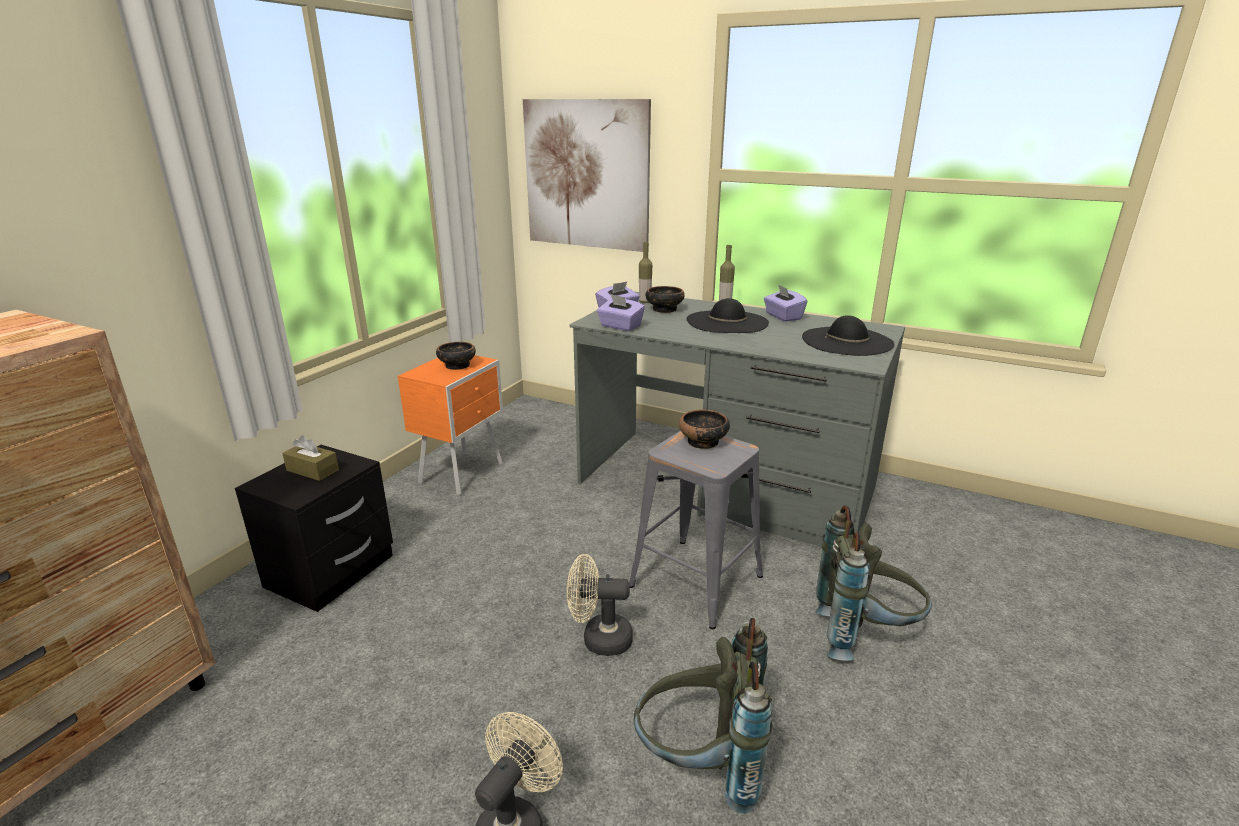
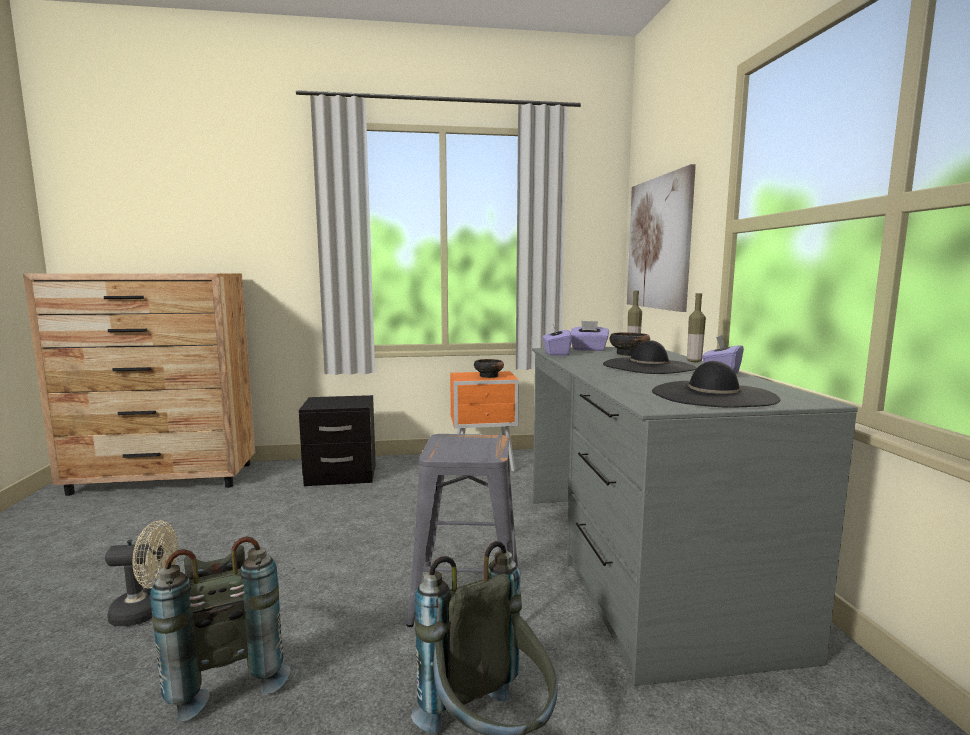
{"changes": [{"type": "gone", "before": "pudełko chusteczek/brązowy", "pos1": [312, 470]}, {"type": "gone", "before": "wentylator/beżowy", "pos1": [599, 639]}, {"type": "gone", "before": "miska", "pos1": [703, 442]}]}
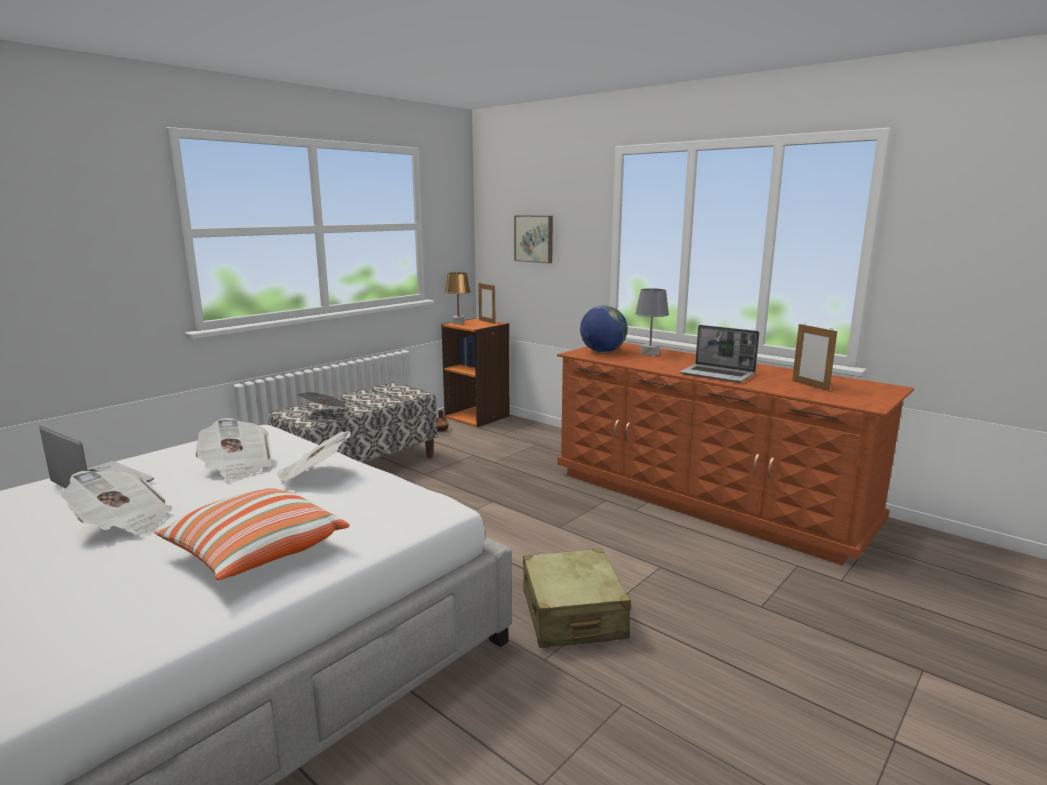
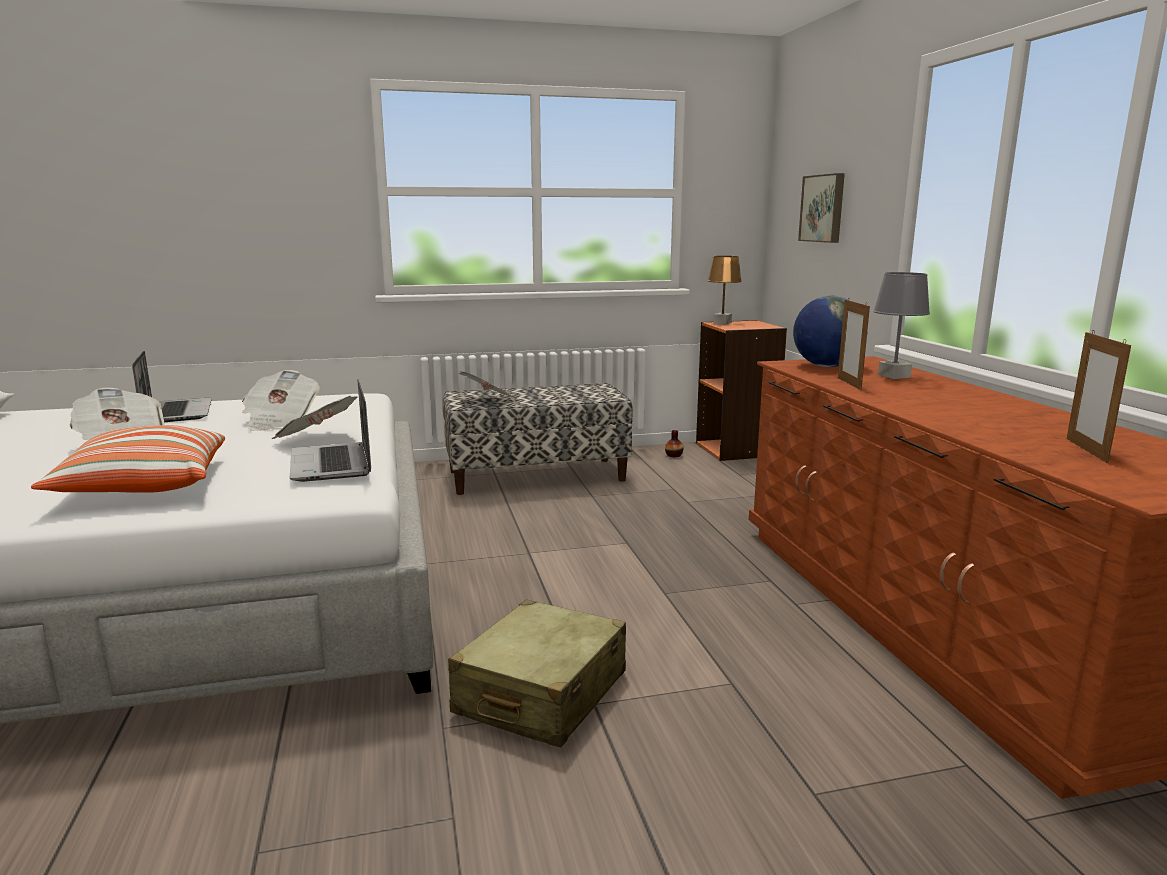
{"changes": [{"type": "shifted", "before": "laptop", "pos1": [718, 375], "pos2": [332, 464]}, {"type": "shifted", "before": "ramka na zdjęcie", "pos1": [487, 322], "pos2": [849, 383]}]}
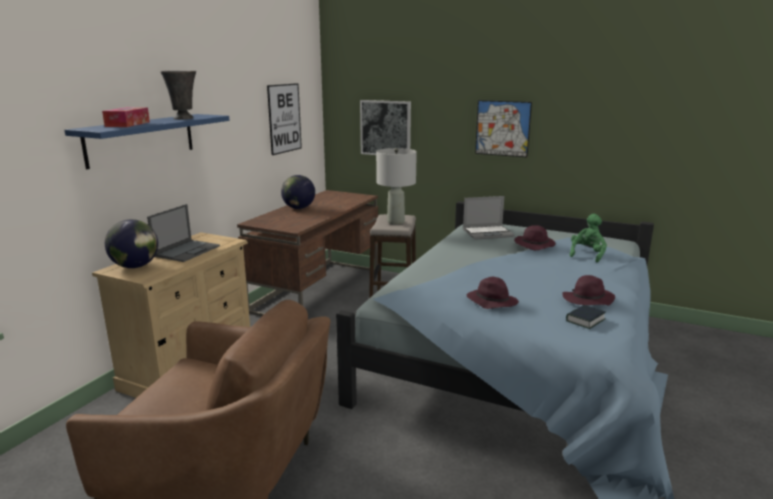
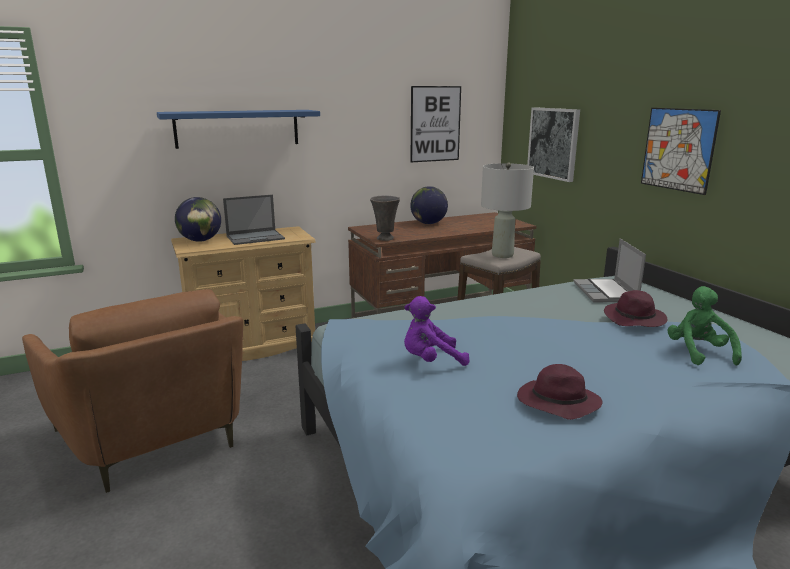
{"changes": [{"type": "shifted", "before": "wazon/szary", "pos1": [184, 118], "pos2": [385, 239]}, {"type": "swapped", "before": "kapelusz/fioletowy", "after": "pluszak/fioletowy", "pos1": [491, 301], "pos2": [431, 361]}, {"type": "rotated", "before": "laptop", "pos1": [488, 233], "pos2": [606, 292], "turn": 60}, {"type": "rotated", "before": "pluszak/zielony", "pos1": [587, 254], "pos2": [698, 353], "turn": -75}, {"type": "gone", "before": "pudełko chusteczek", "pos1": [128, 124]}, {"type": "gone", "before": "książka", "pos1": [585, 320]}]}
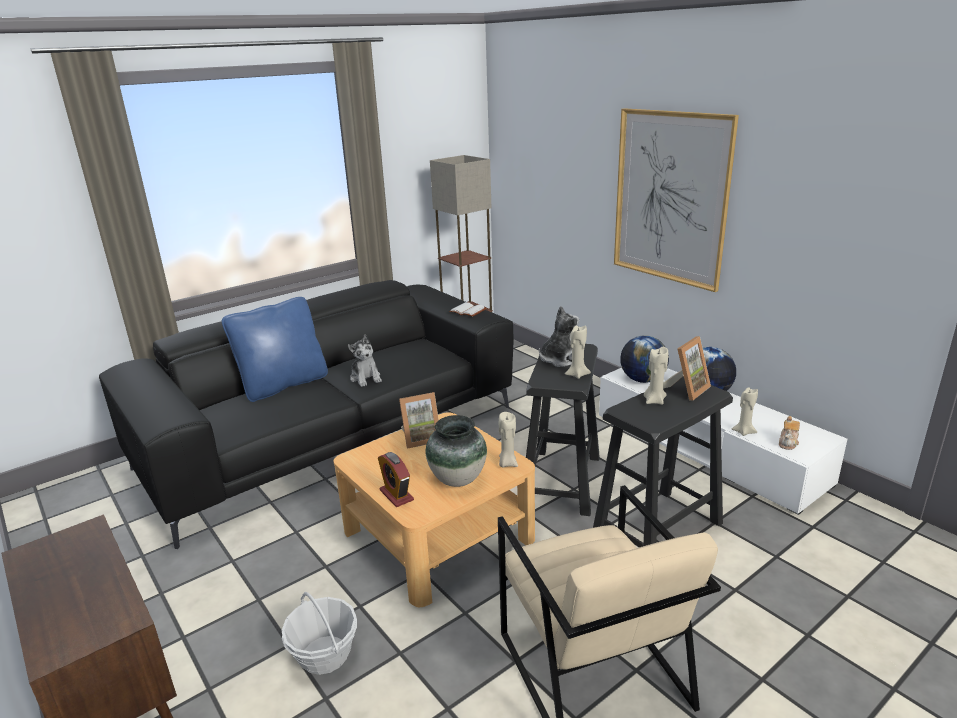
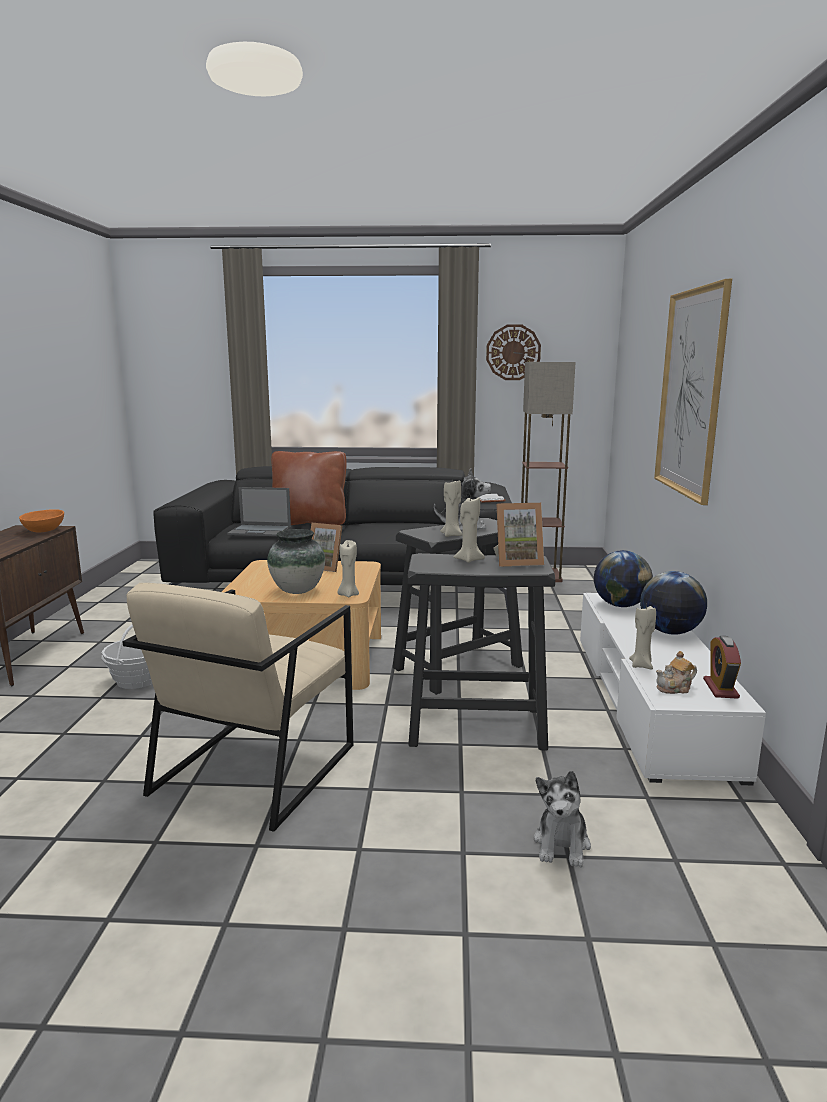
{"changes": [{"type": "new", "after": "miska/pomarańczowy", "pos2": [44, 530]}, {"type": "new", "after": "laptop", "pos2": [260, 531]}, {"type": "repainted", "before": "poduszka/niebieski", "after": "poduszka/brązowy", "pos1": [283, 384], "pos2": [309, 522]}, {"type": "new", "after": "zegar ścienny", "pos2": [513, 352]}, {"type": "shifted", "before": "pluszak", "pos1": [366, 378], "pos2": [562, 844]}, {"type": "shifted", "before": "budzik", "pos1": [396, 495], "pos2": [720, 688]}]}
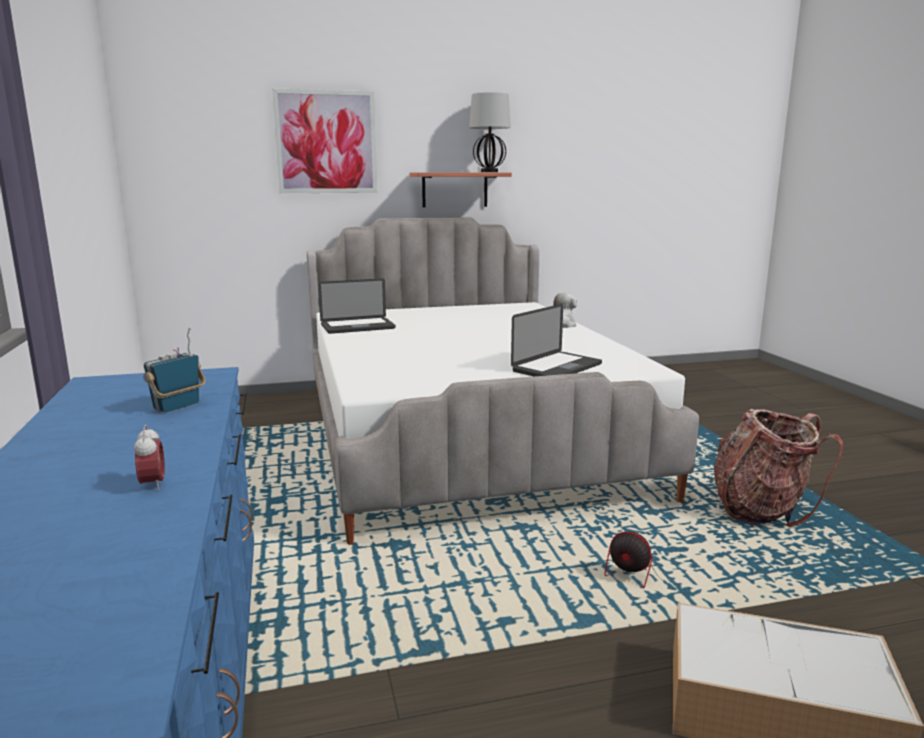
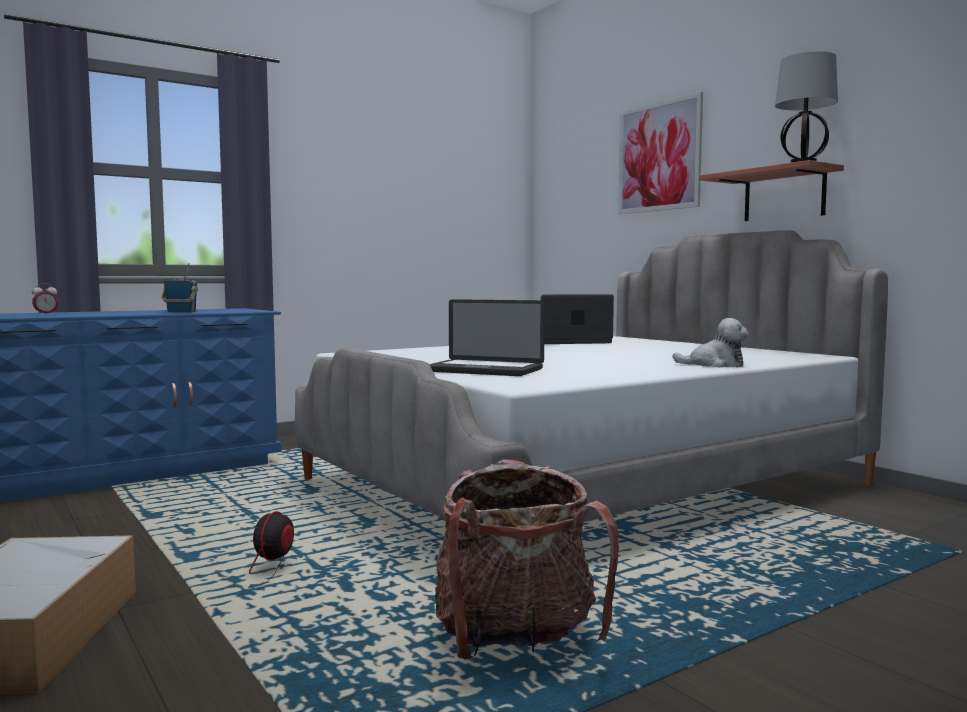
{"changes": [{"type": "rotated", "before": "laptop", "pos1": [357, 327], "pos2": [570, 342], "turn": 120}]}
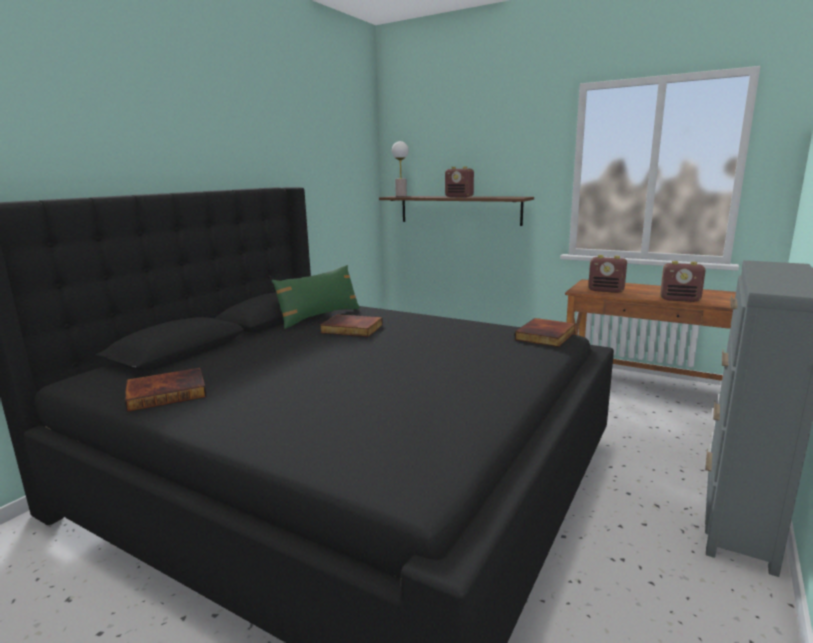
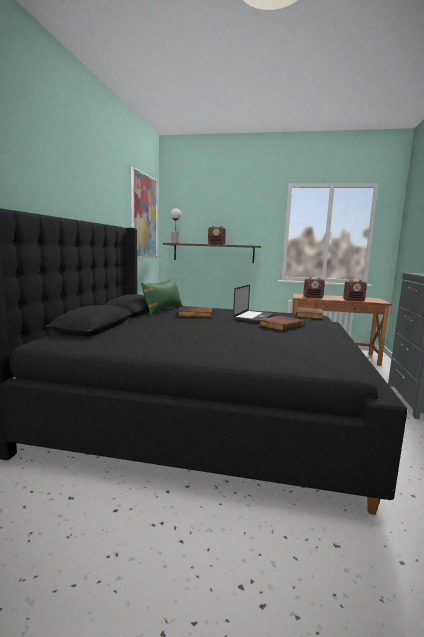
{"changes": [{"type": "new", "after": "obraz", "pos2": [144, 216]}, {"type": "new", "after": "laptop", "pos2": [254, 317]}, {"type": "shifted", "before": "książka", "pos1": [167, 392], "pos2": [281, 325]}]}
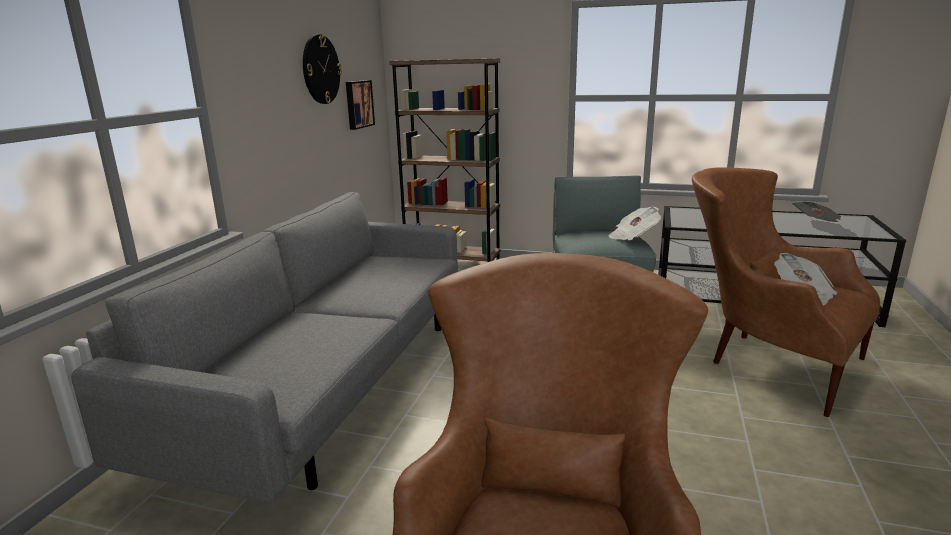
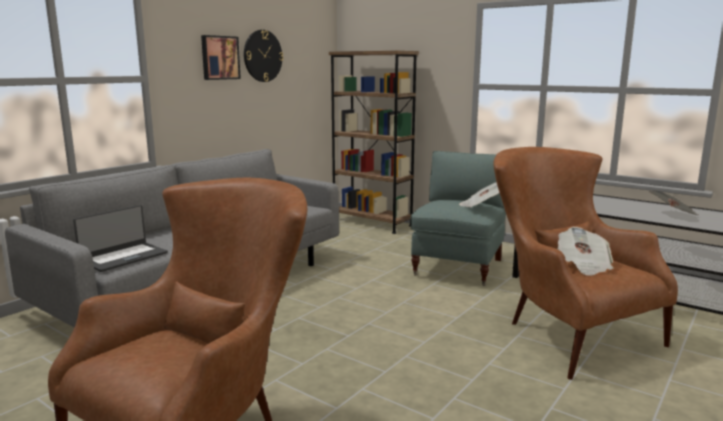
{"changes": [{"type": "new", "after": "laptop", "pos2": [123, 257]}, {"type": "shifted", "before": "obraz", "pos1": [358, 104], "pos2": [219, 57]}]}
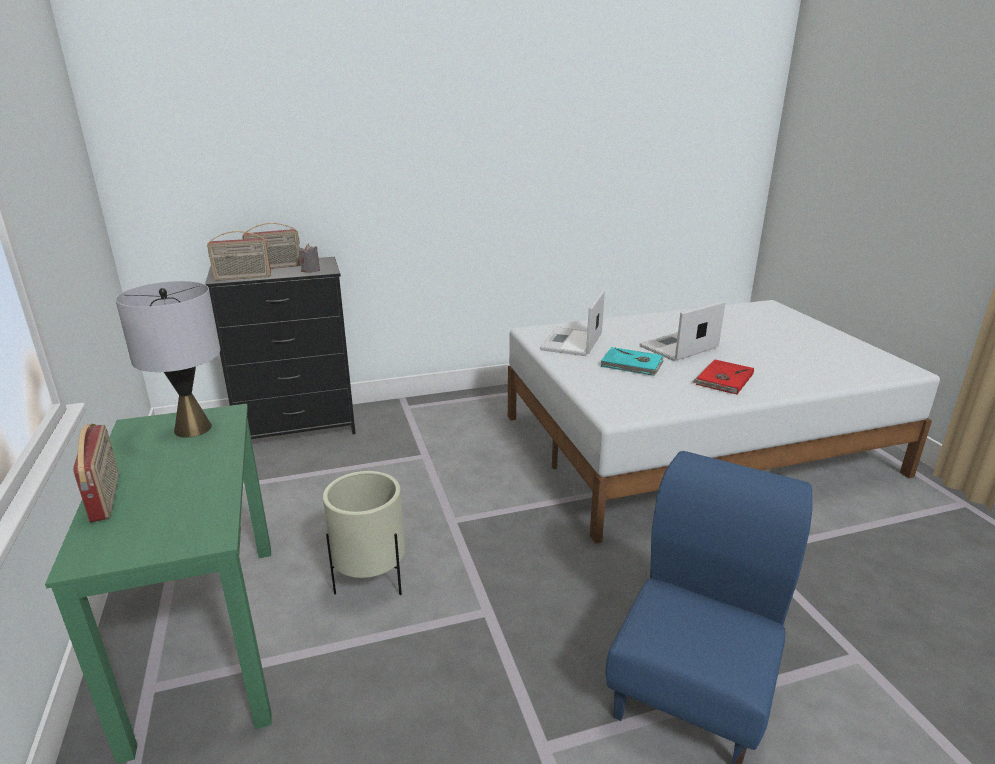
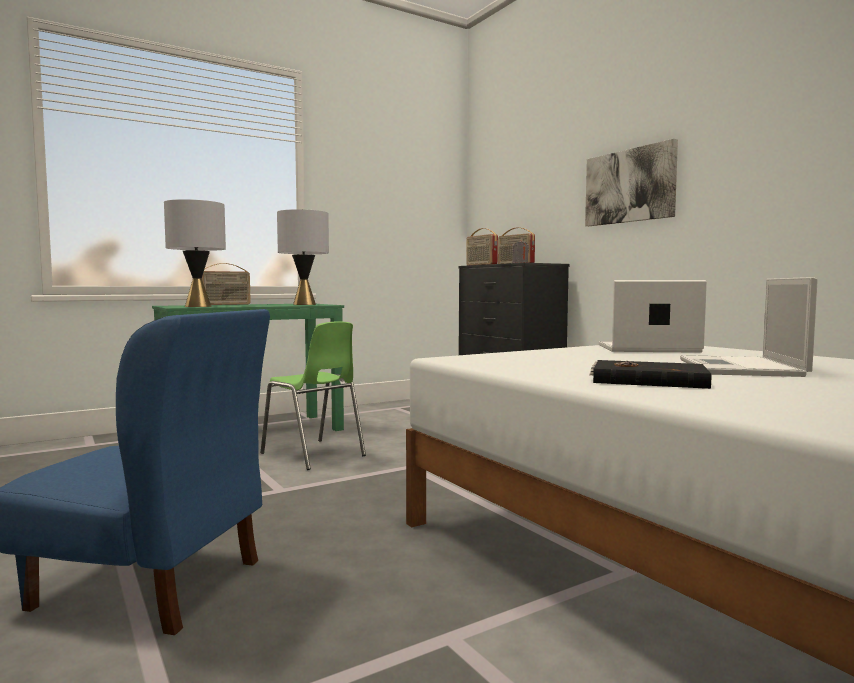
{"changes": [{"type": "new", "after": "lampa stołowa/szary", "pos2": [197, 306]}, {"type": "swapped", "before": "donica/beżowy", "after": "krzesło/zielony", "pos1": [371, 581], "pos2": [314, 455]}, {"type": "new", "after": "obraz", "pos2": [630, 186]}, {"type": "repainted", "before": "książka/czerwony", "after": "książka/czarny", "pos1": [723, 379], "pos2": [647, 379]}, {"type": "rotated", "before": "laptop", "pos1": [678, 348], "pos2": [741, 368], "turn": -120}, {"type": "gone", "before": "książka/turkusowy", "pos1": [632, 364]}]}
